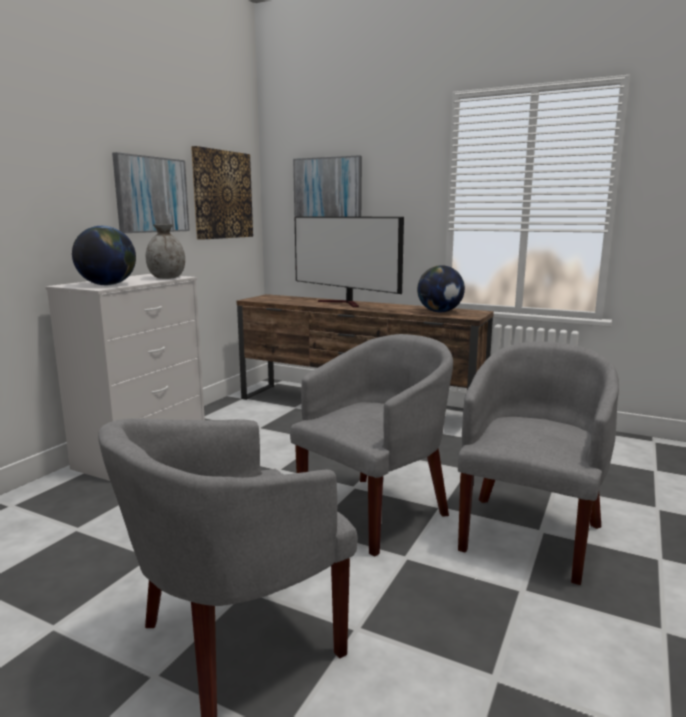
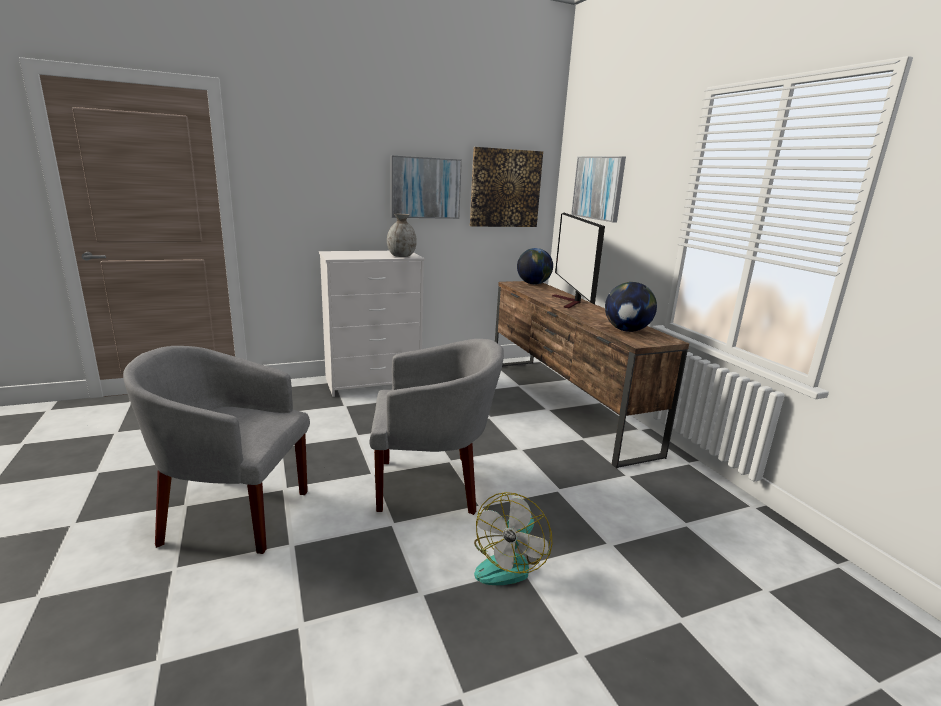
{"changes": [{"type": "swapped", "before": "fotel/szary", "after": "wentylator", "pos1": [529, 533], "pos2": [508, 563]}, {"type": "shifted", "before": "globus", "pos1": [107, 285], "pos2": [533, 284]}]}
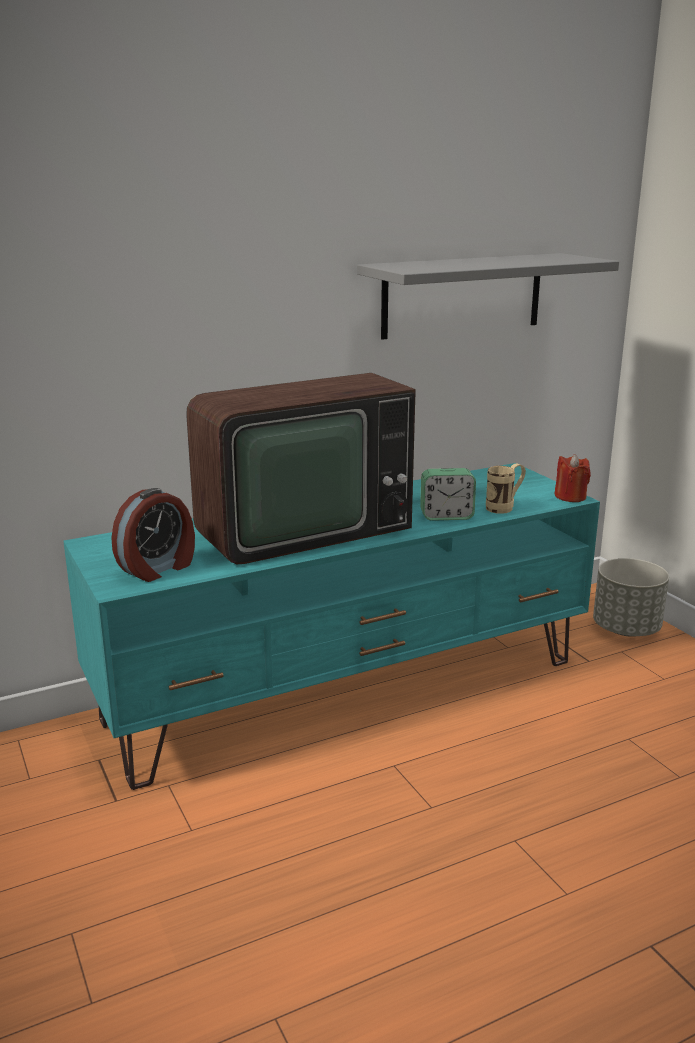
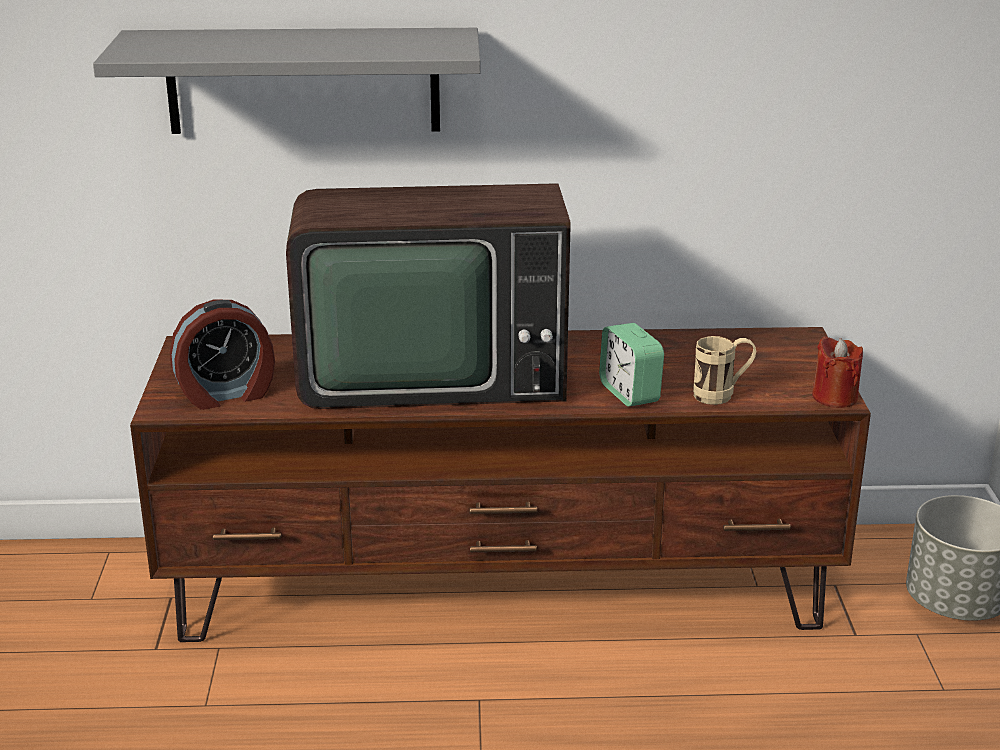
{"changes": [{"type": "shifted", "before": "półka/szary", "pos1": [462, 295], "pos2": [303, 80]}, {"type": "repainted", "before": "szafka pod telewizor/turkusowy", "after": "szafka pod telewizor/brązowy", "pos1": [348, 689], "pos2": [502, 588]}, {"type": "rotated", "before": "budzik", "pos1": [446, 516], "pos2": [629, 393], "turn": 45}]}
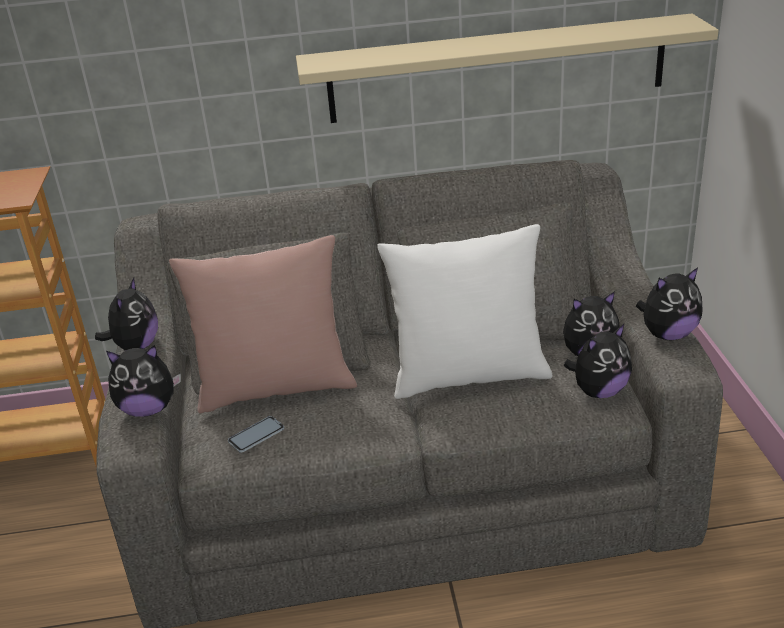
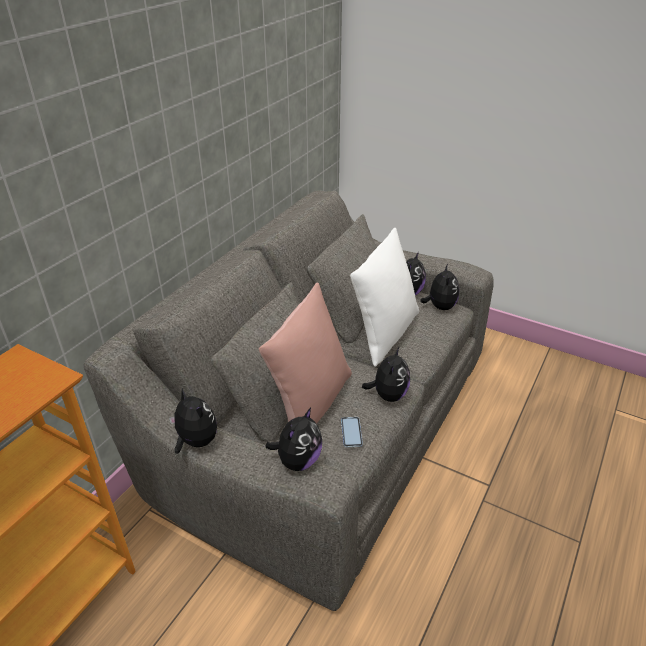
{"changes": [{"type": "shifted", "before": "pluszak", "pos1": [667, 334], "pos2": [388, 395]}, {"type": "gone", "before": "półka/beżowy", "pos1": [497, 69]}]}
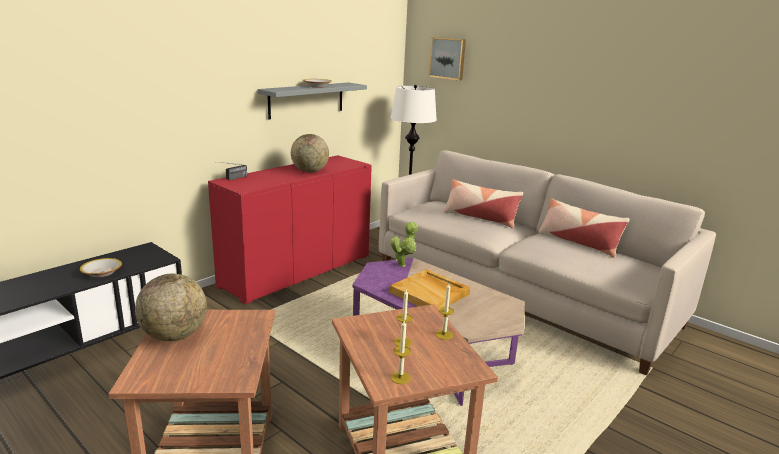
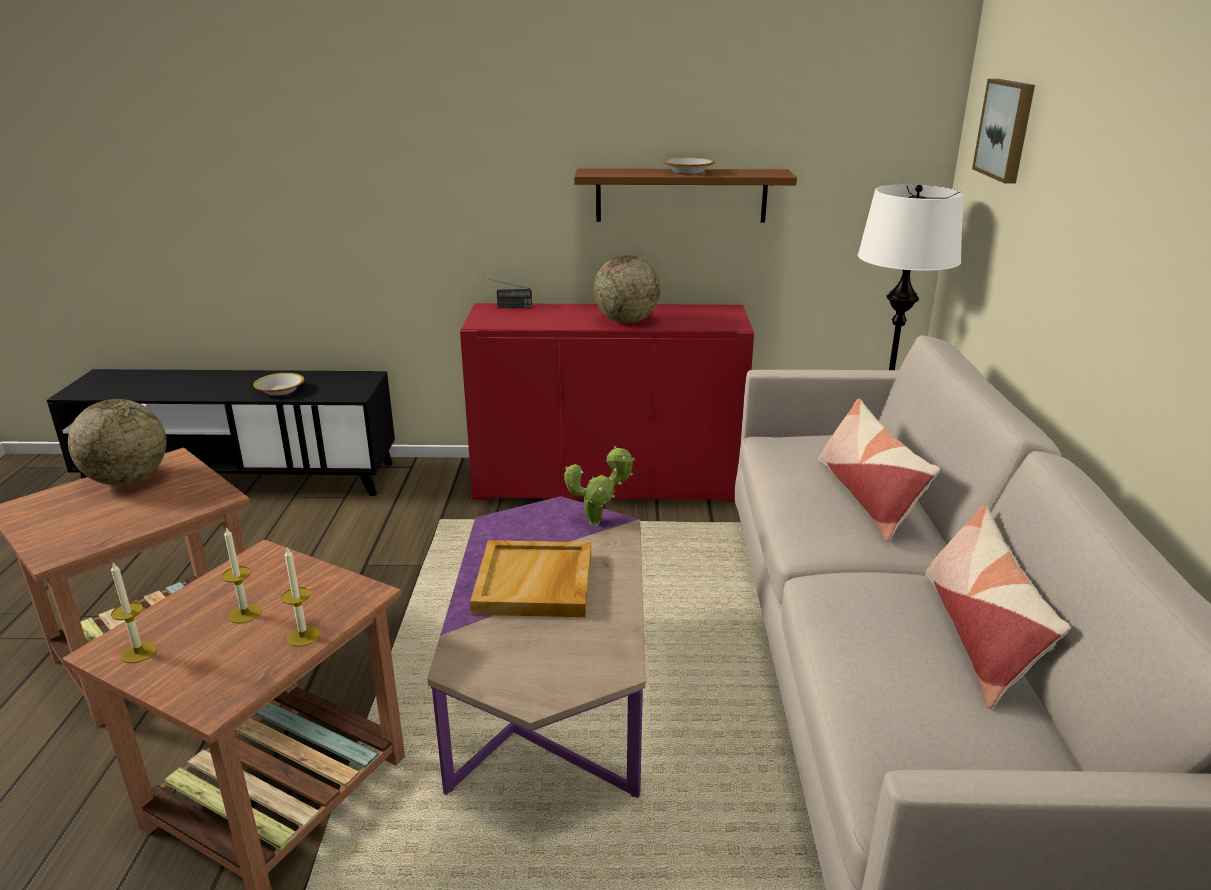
{"changes": [{"type": "repainted", "before": "półka/szary", "after": "półka/brązowy", "pos1": [306, 100], "pos2": [681, 195]}]}
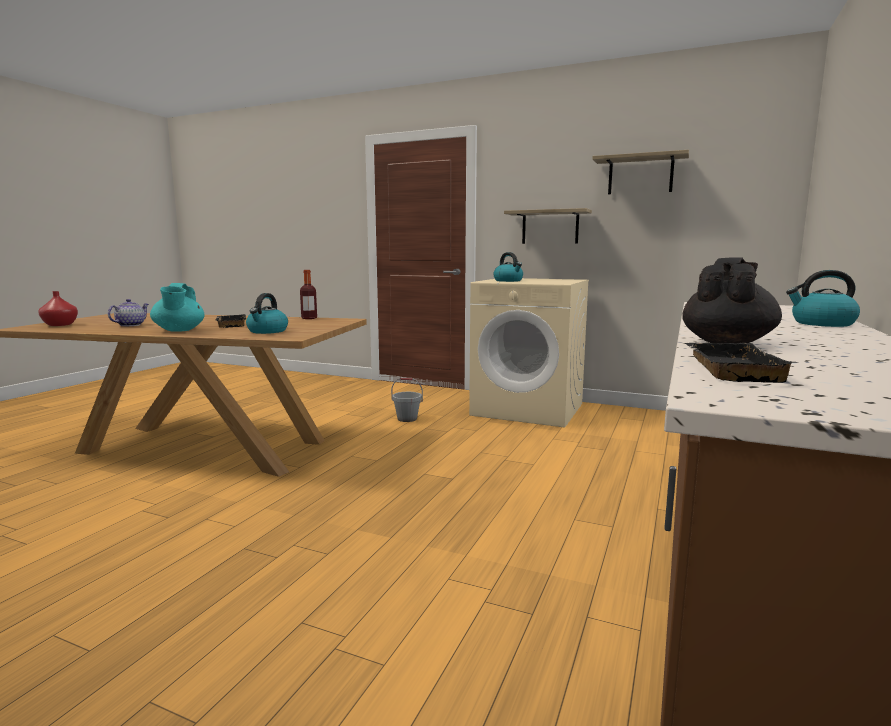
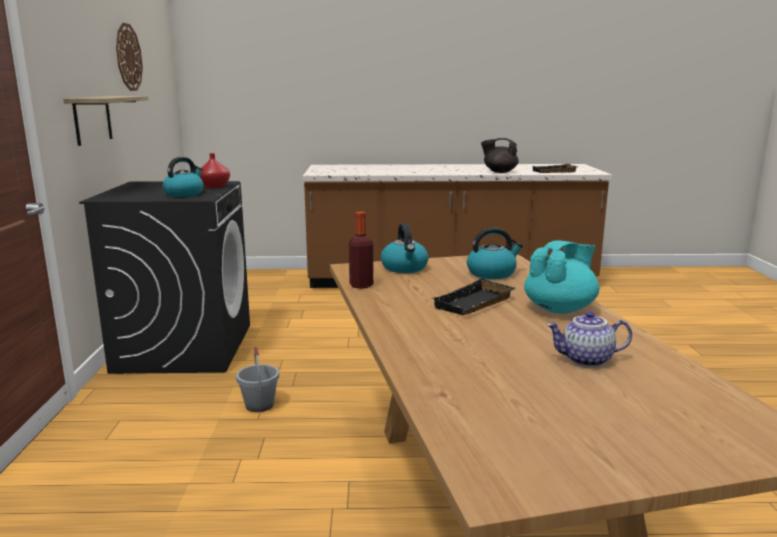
{"changes": [{"type": "repainted", "before": "pralka/beżowy", "after": "pralka/czarny", "pos1": [528, 409], "pos2": [184, 347]}, {"type": "swapped", "before": "półka", "after": "zegar ścienny", "pos1": [640, 175], "pos2": [128, 57]}, {"type": "shifted", "before": "wazon/czerwony", "pos1": [61, 325], "pos2": [214, 187]}, {"type": "shifted", "before": "czajnik", "pos1": [821, 323], "pos2": [405, 268]}]}
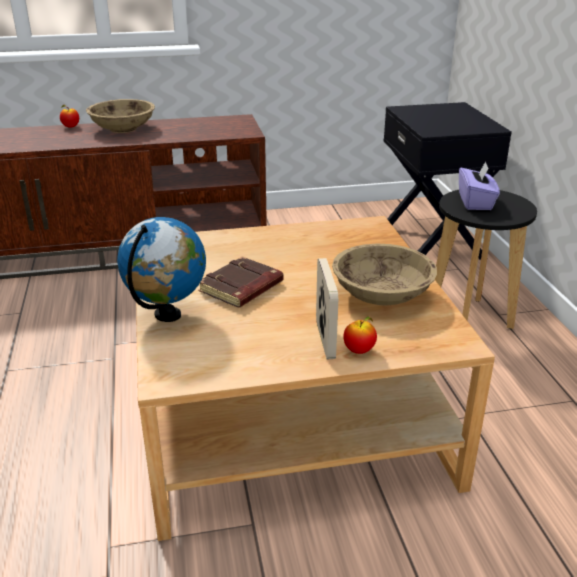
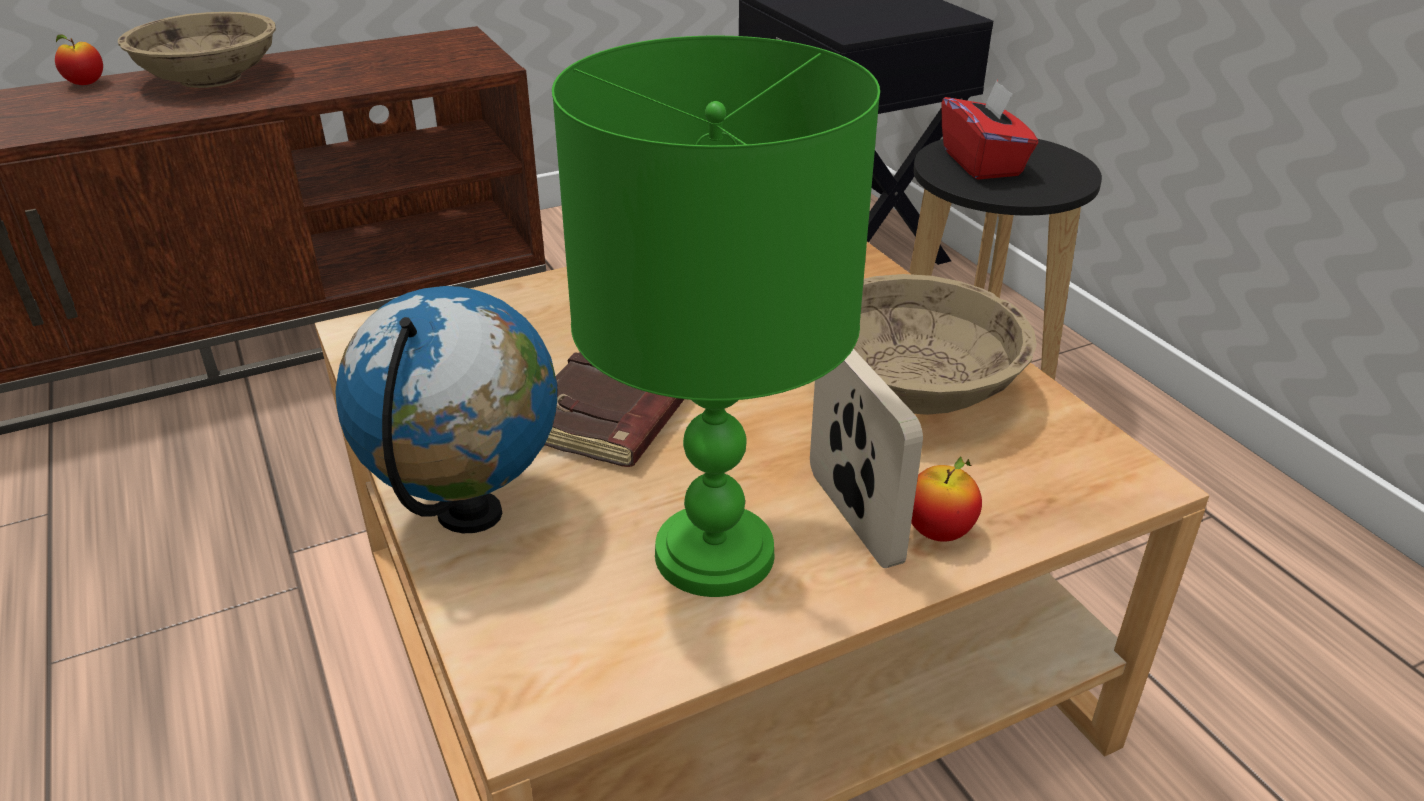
{"changes": [{"type": "new", "after": "lampa stołowa/zielony", "pos2": [716, 555]}, {"type": "repainted", "before": "pudełko chusteczek/fioletowy", "after": "pudełko chusteczek/czerwony", "pos1": [476, 202], "pos2": [982, 163]}]}
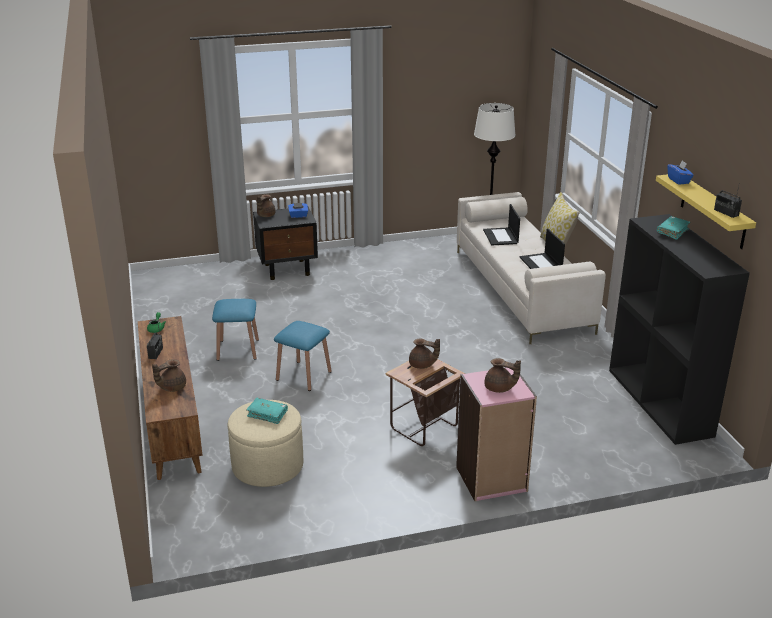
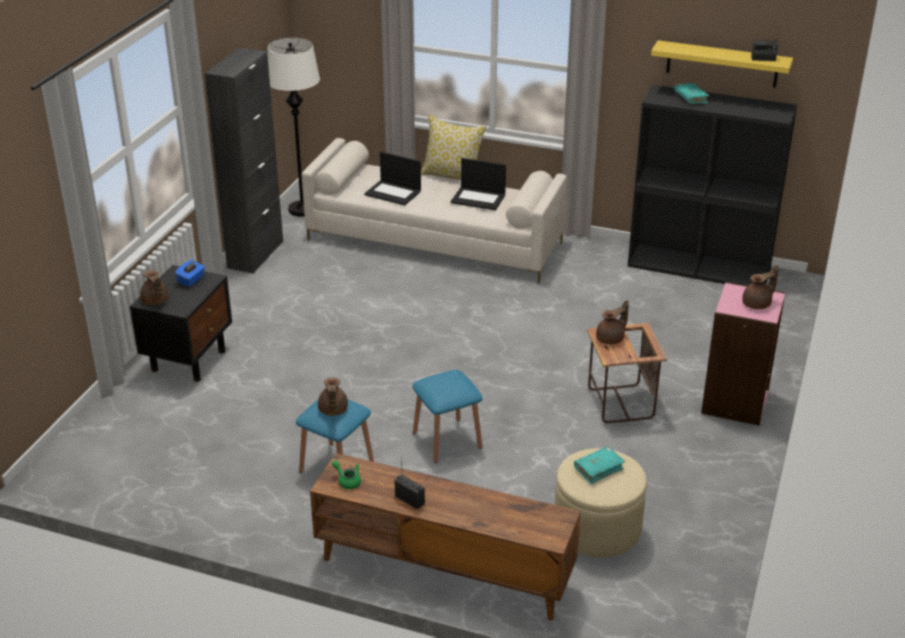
{"changes": [{"type": "new", "after": "szafka/czarny", "pos2": [255, 254]}, {"type": "shifted", "before": "imbryk/brązowy", "pos1": [172, 387], "pos2": [332, 411]}, {"type": "gone", "before": "pudełko chusteczek/niebieski", "pos1": [678, 180]}]}
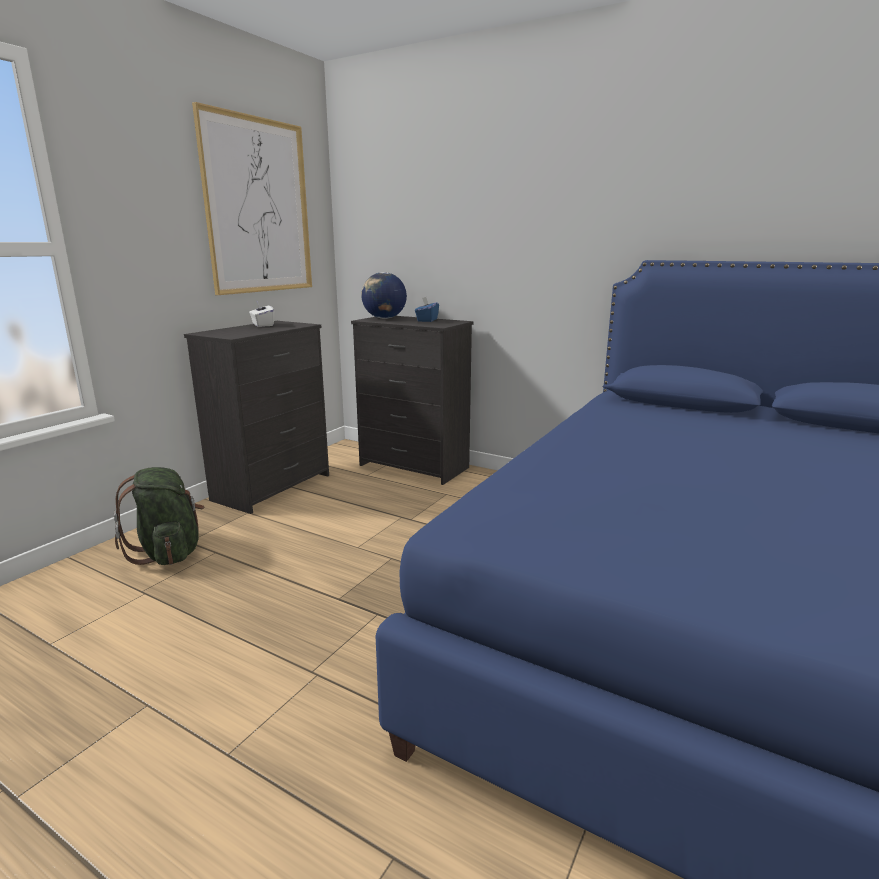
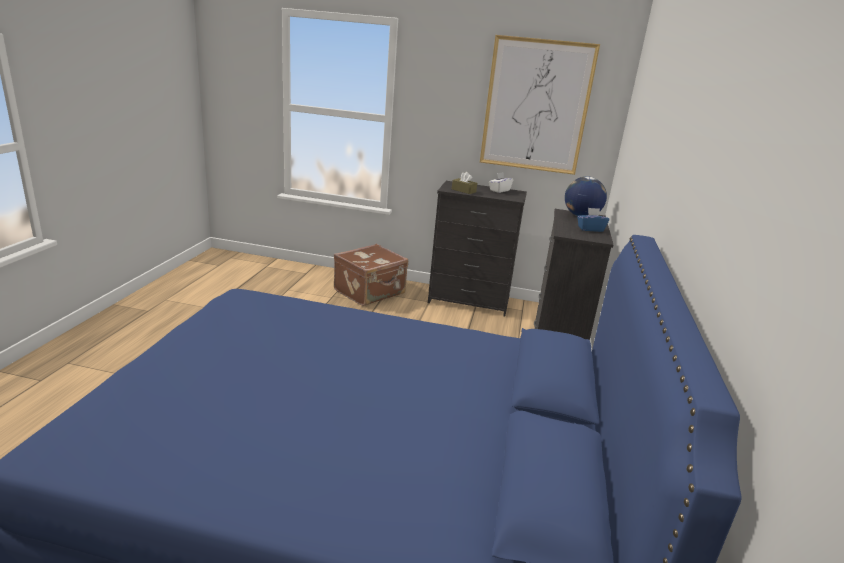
{"changes": [{"type": "swapped", "before": "plecak/zielony", "after": "walizka/brązowy", "pos1": [169, 553], "pos2": [370, 292]}, {"type": "new", "after": "pudełko chusteczek/brązowy", "pos2": [463, 190]}]}
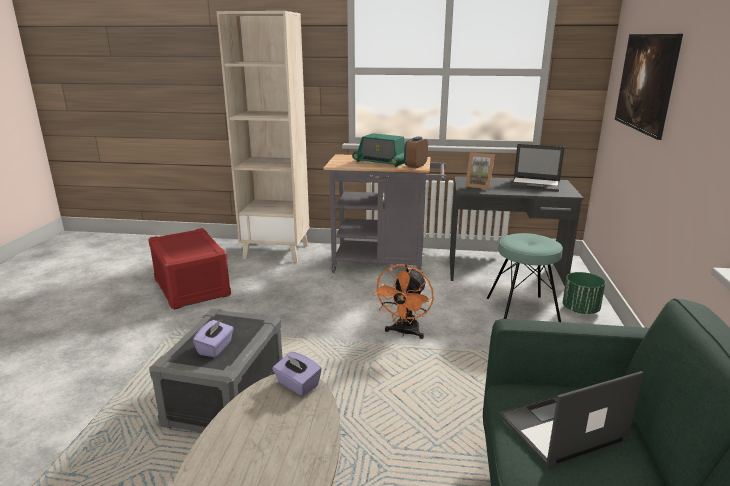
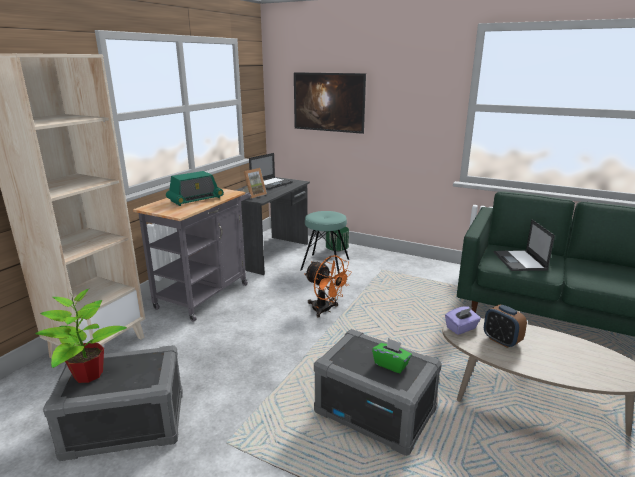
{"changes": [{"type": "new", "after": "roślina doniczkowa", "pos2": [87, 375]}, {"type": "repainted", "before": "pojemnik do przechowywania/czerwony", "after": "pojemnik do przechowywania/szary", "pos1": [191, 287], "pos2": [125, 425]}, {"type": "repainted", "before": "pudełko chusteczek/fioletowy", "after": "pudełko chusteczek/zielony", "pos1": [215, 348], "pos2": [391, 364]}, {"type": "shifted", "before": "budzik", "pos1": [415, 166], "pos2": [501, 341]}]}
